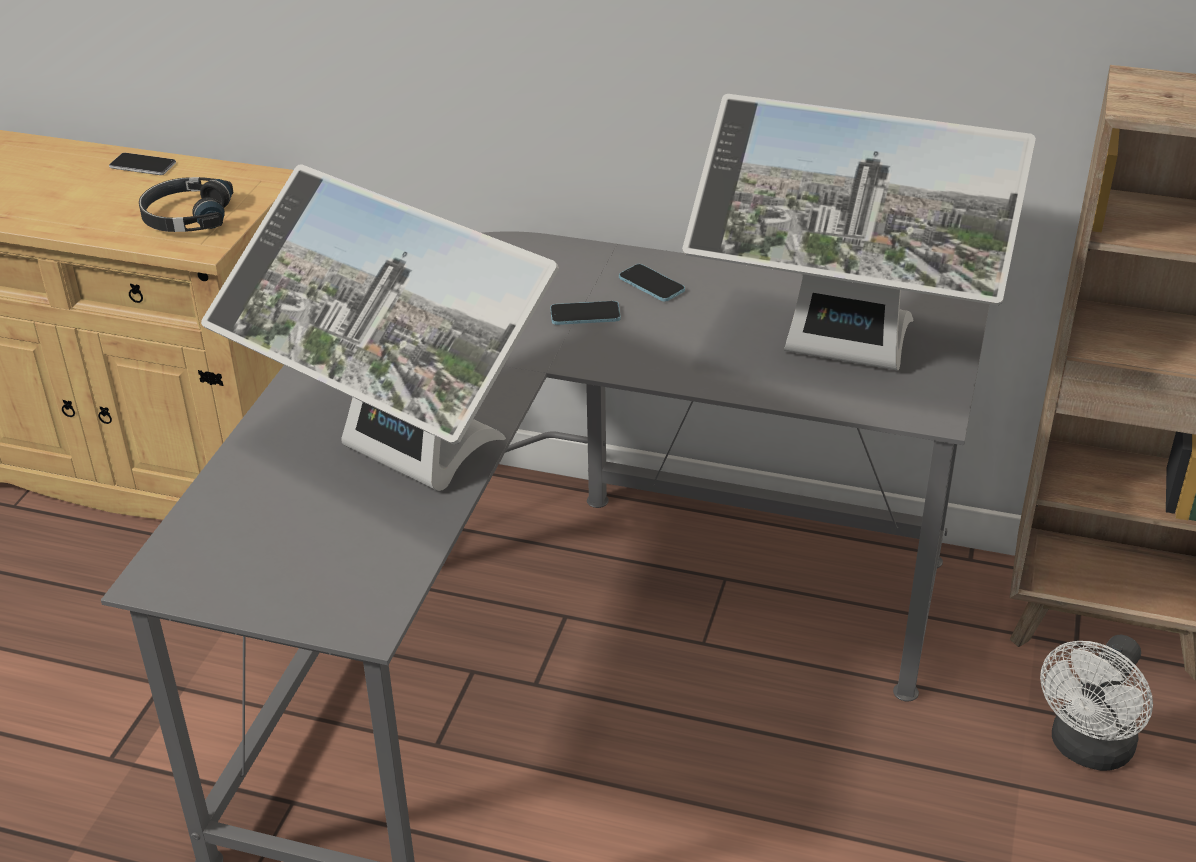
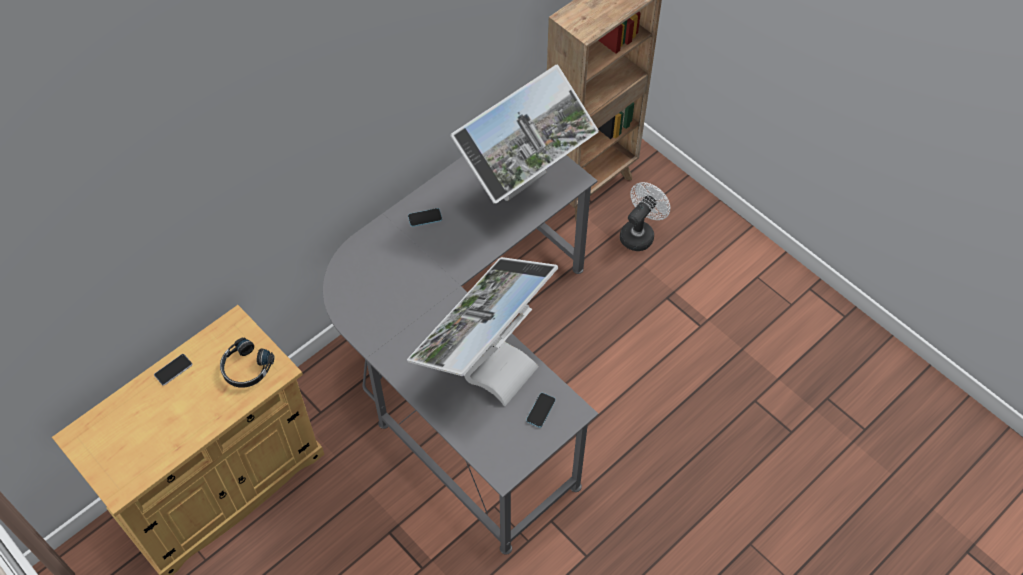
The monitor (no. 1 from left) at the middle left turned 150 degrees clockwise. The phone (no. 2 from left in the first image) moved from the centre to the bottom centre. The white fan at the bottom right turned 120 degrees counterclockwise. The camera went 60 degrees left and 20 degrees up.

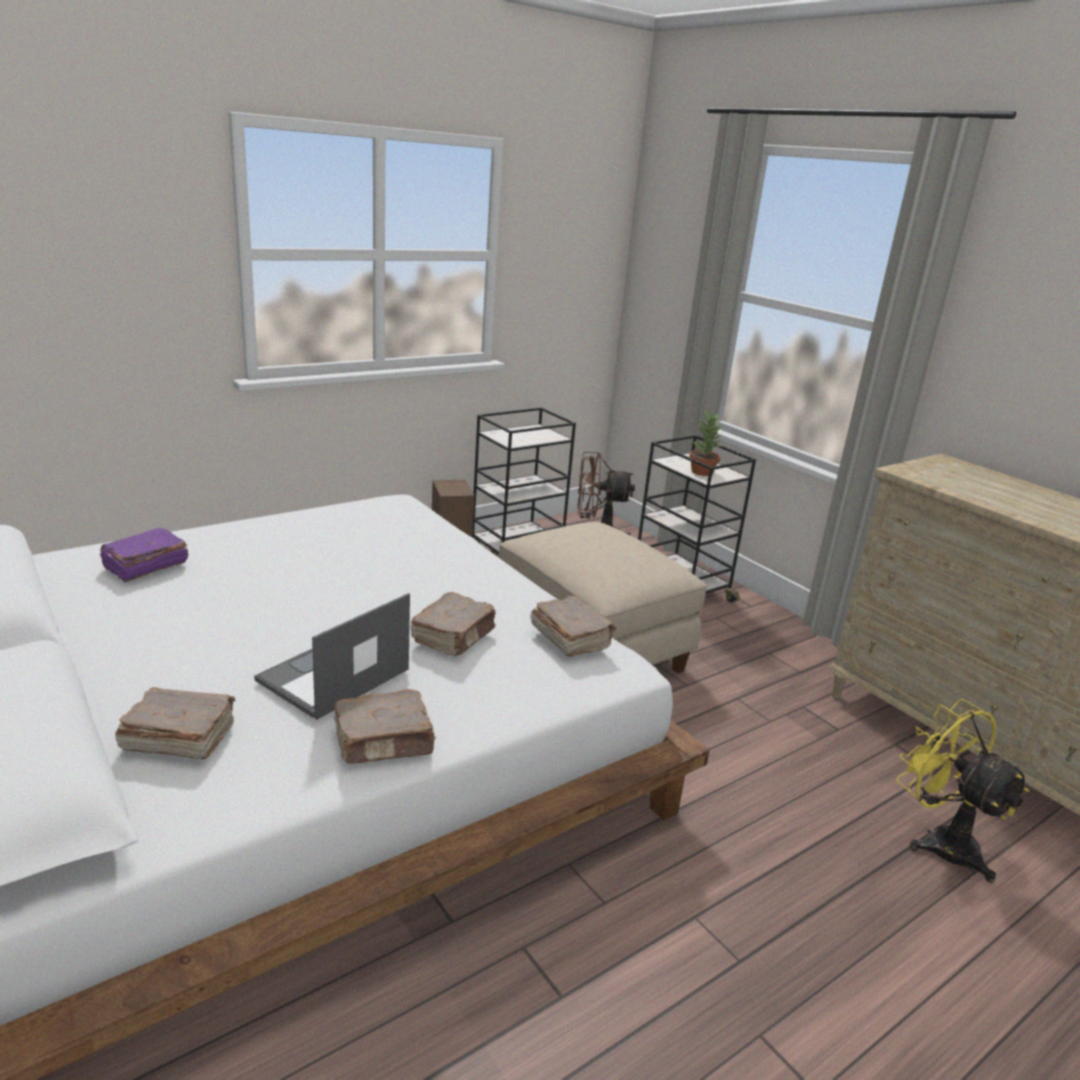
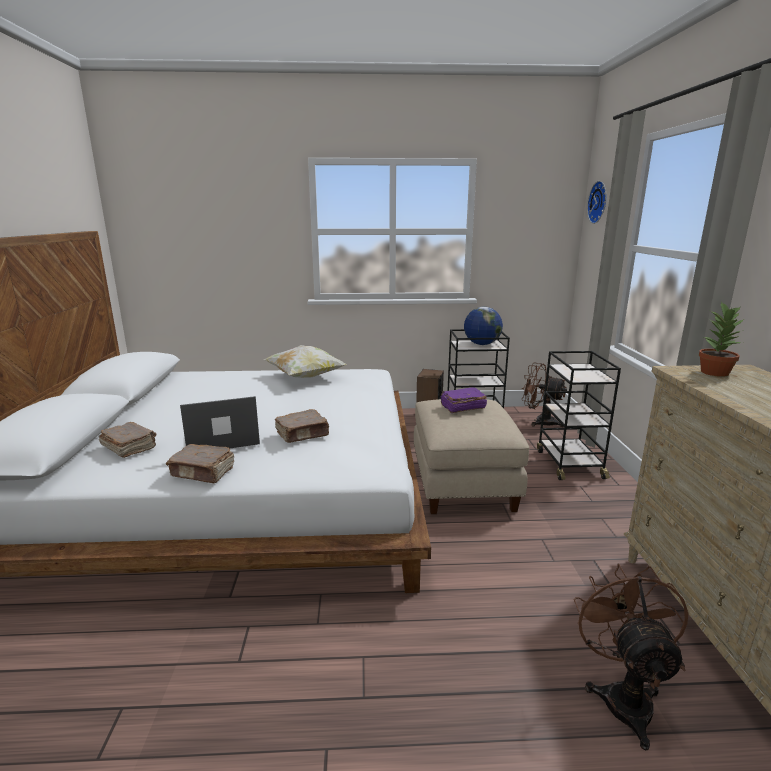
The purple book moved from the middle left to the centre. The brown book (no. 4 from left) at the centre disappeared. The potted plant moved from the centre to the middle right. The yellow fan at the bottom right became the brown fan (no. 2 from left) at the bottom right. The pillow at the centre appeared. The globe at the centre appeared. The wall clock at the top right appeared. The camera went 35 degrees right and 5 degrees down.

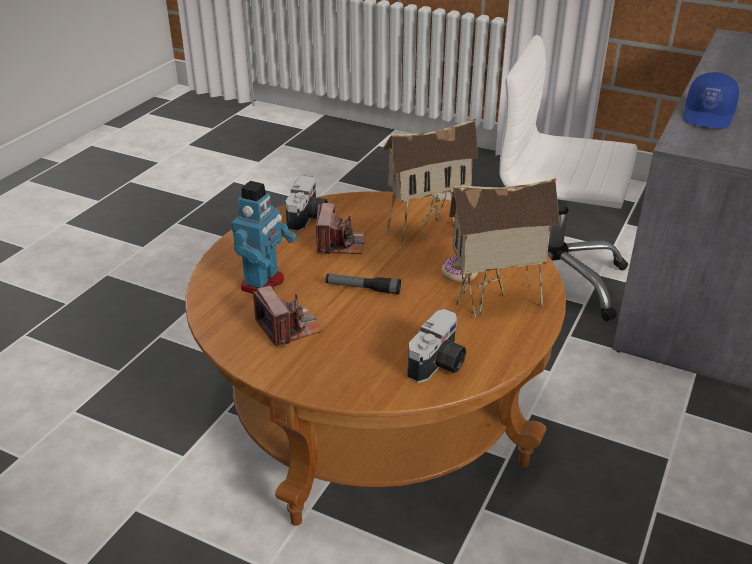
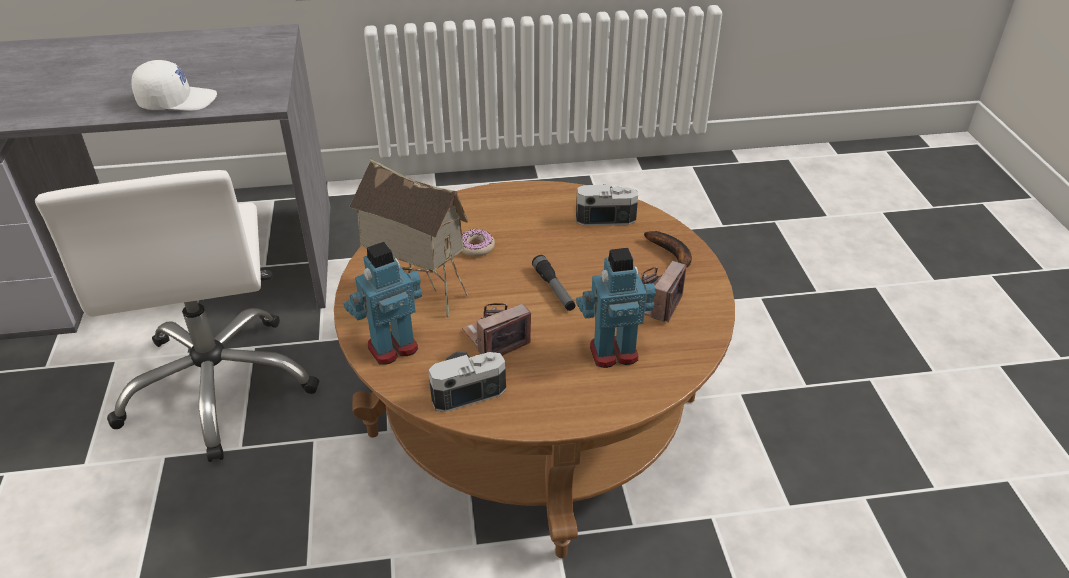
The toy house (no. 2 from left) at the middle right disappeared. The blue cap at the top right became the white cap at the top left. The toy robot (no. 1 from left) at the centre appeared. The banana at the centre appeared. The camera went 125 degrees left and 5 degrees up.

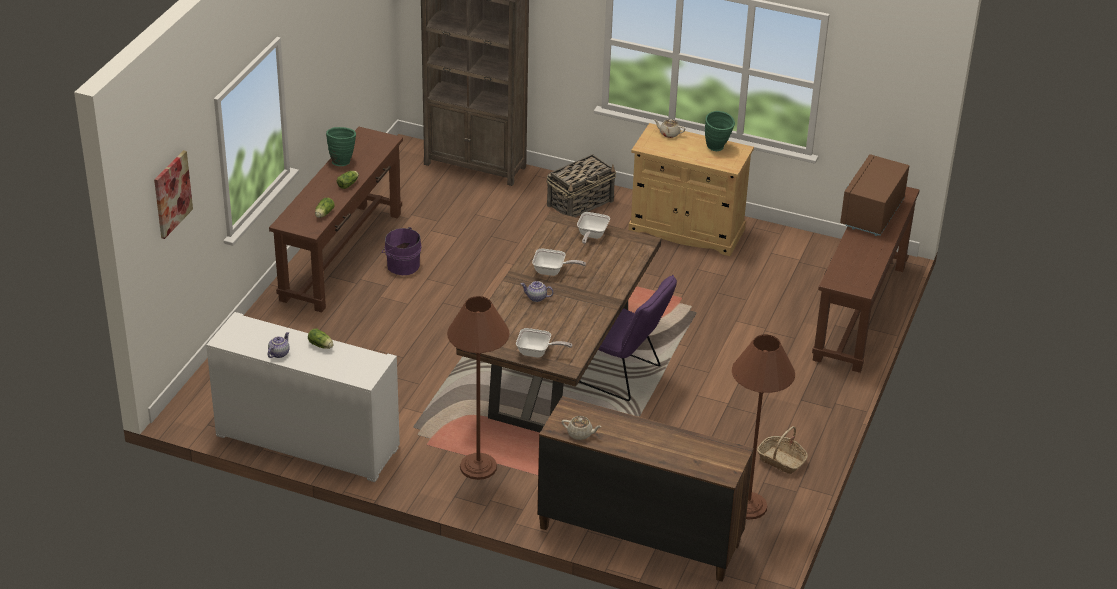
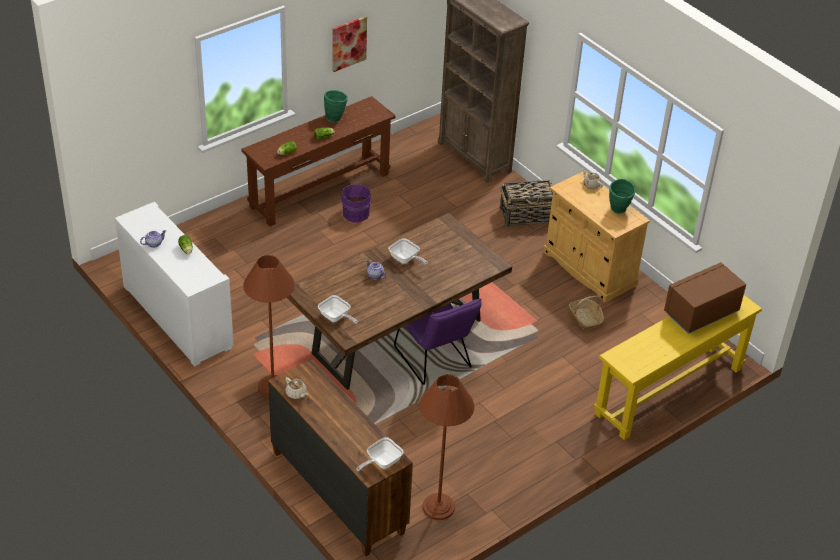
The picture moved from the top left to the top centre. The frying pan (no. 3 from left in the first image) moved from the centre to the bottom centre. The basket (no. 2 from left) moved from the bottom right to the middle right. The brown console table (no. 2 from left) at the middle right became the yellow console table at the middle right. The camera went 30 degrees right and 5 degrees up.

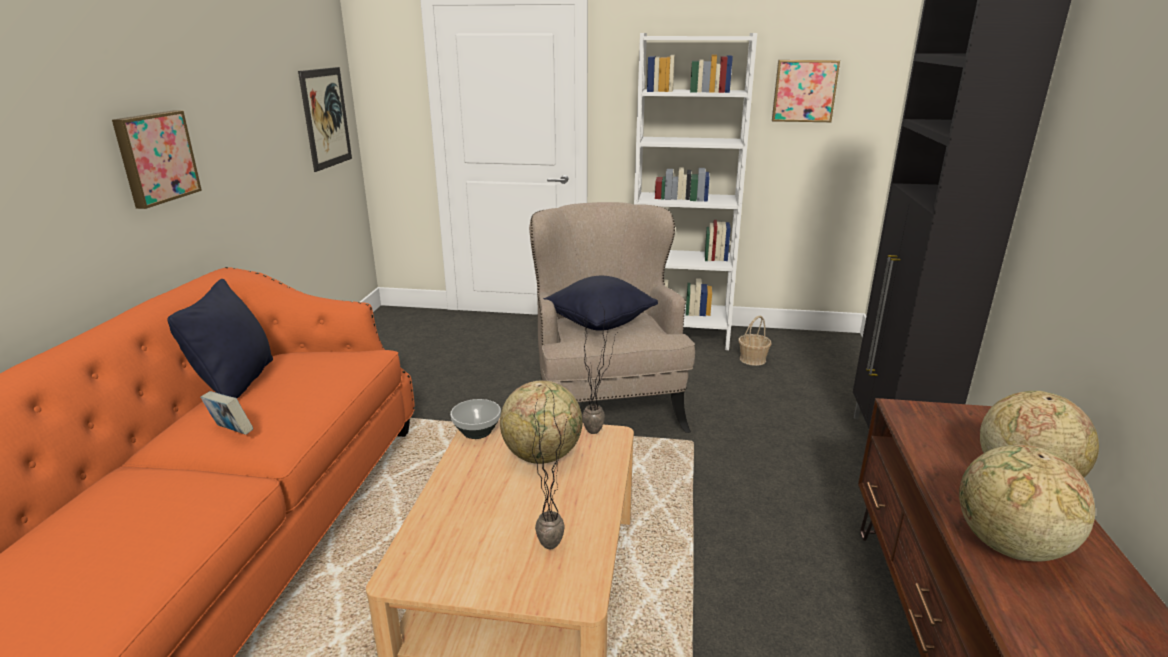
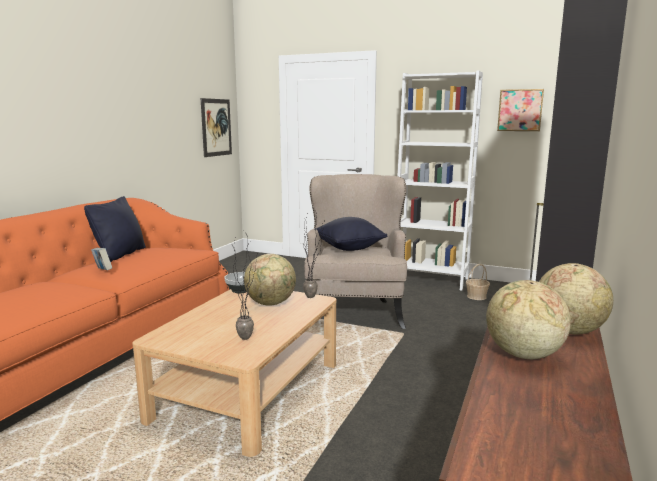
The picture (no. 1 from left) at the top left disappeared. The camera went 15 degrees right and 10 degrees down.

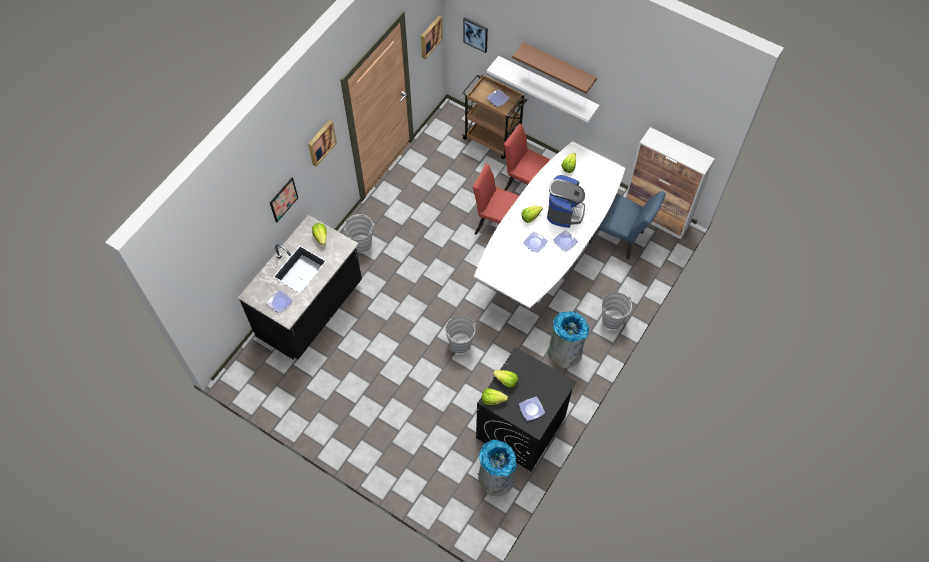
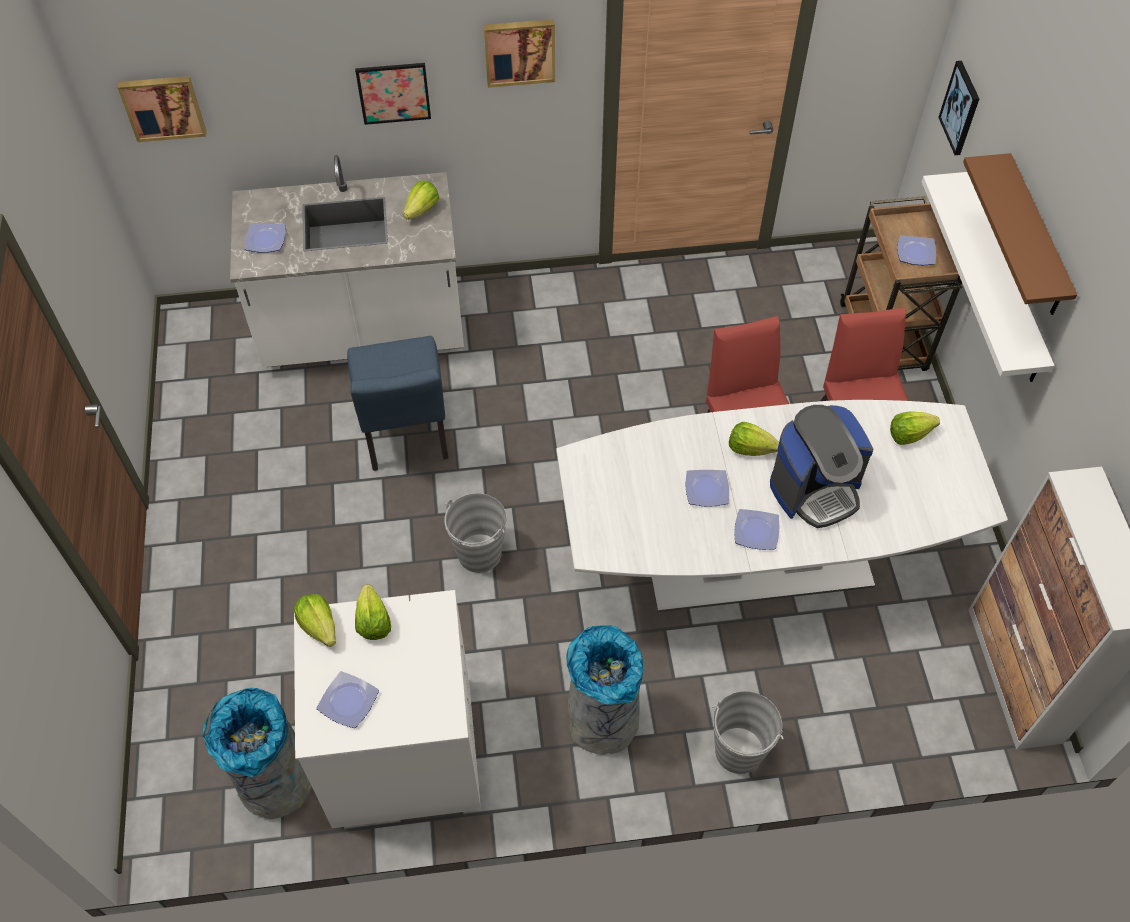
The black counter at the middle left became the white counter at the top left. The grey bucket (no. 1 from left) at the centre disappeared. The picture (no. 3 from left in the first image) moved from the top centre to the top left. The black washing machine at the bottom centre became the white washing machine at the bottom centre. The blue chair moved from the middle right to the centre. The camera went 50 degrees right and 5 degrees down.

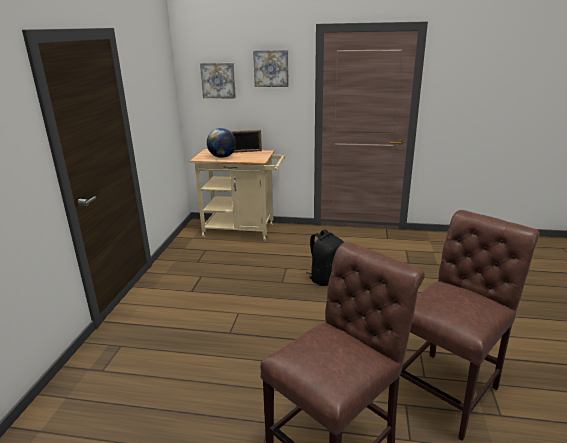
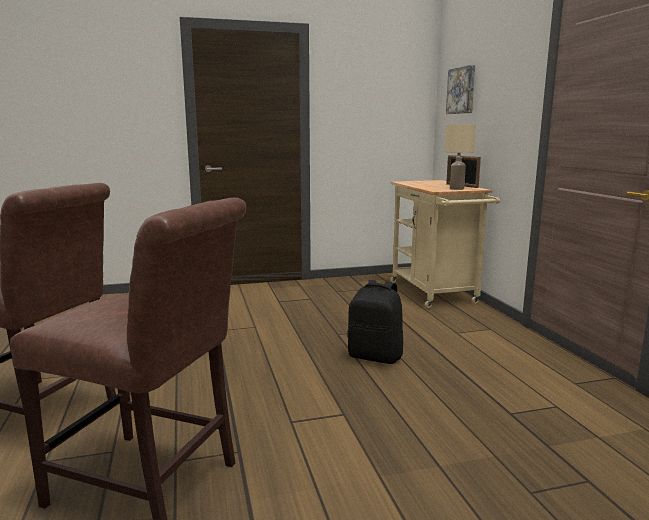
The globe at the top centre disappeared. The picture (no. 2 from left) at the top centre disappeared. The beige table lamp at the top right appeared. The camera went 65 degrees right and 10 degrees down.

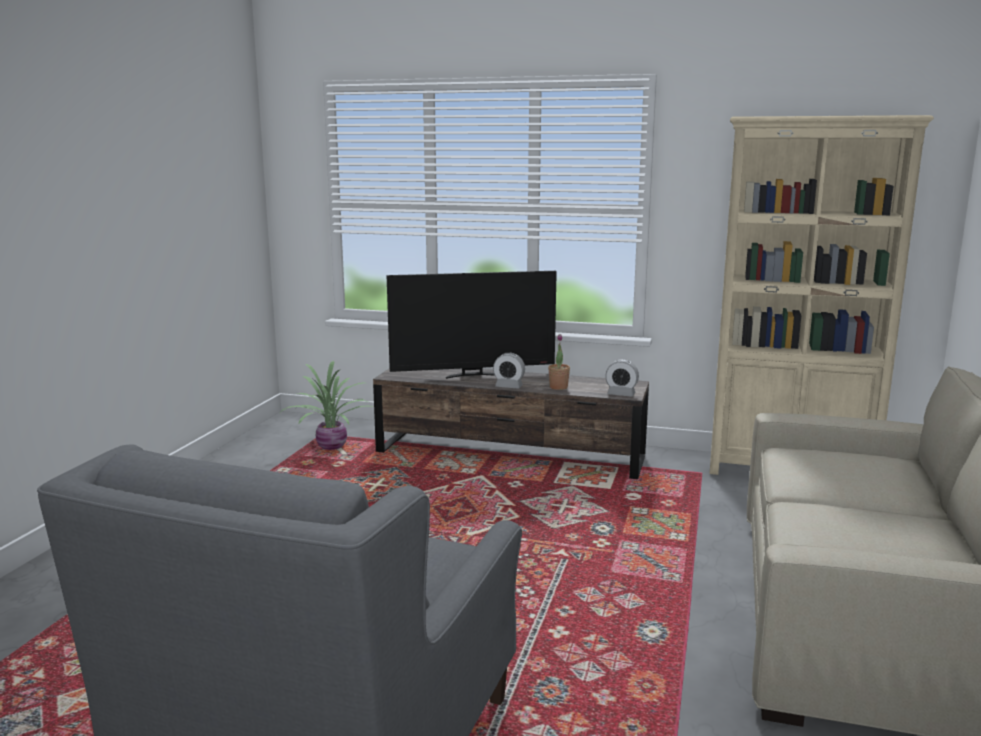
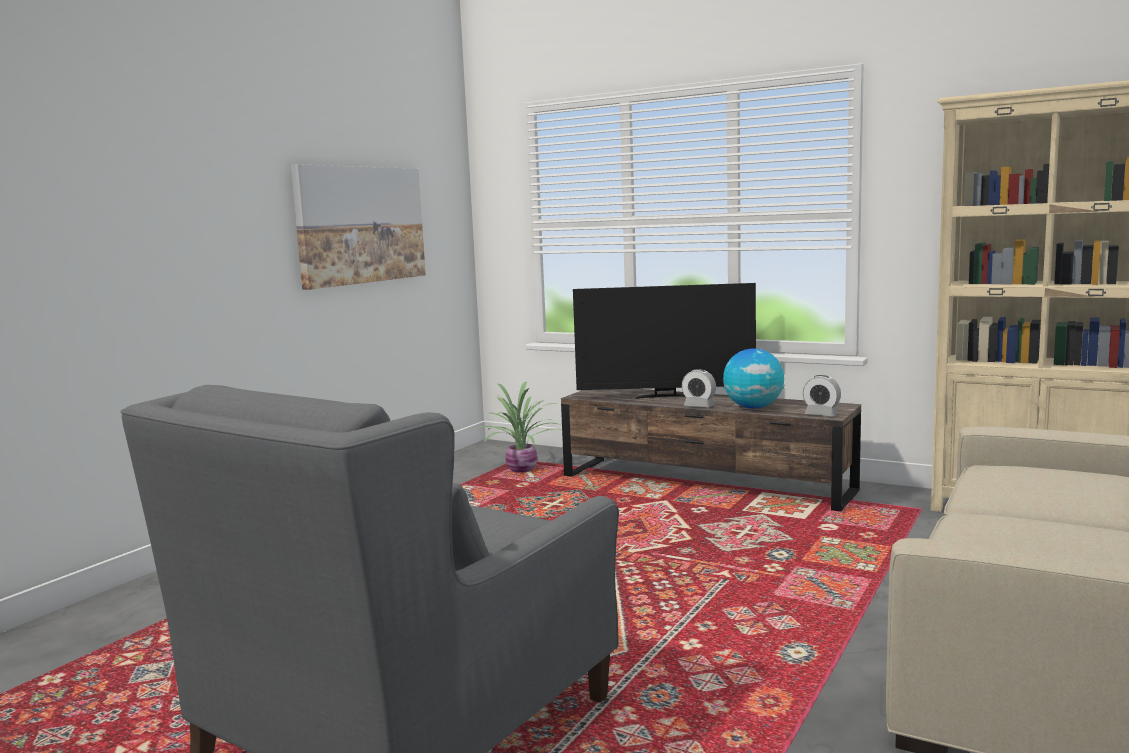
The potted plant (no. 2 from left) at the centre was replaced by the globe at the middle right. The picture at the top left appeared. The camera went 15 degrees right and 5 degrees down.

